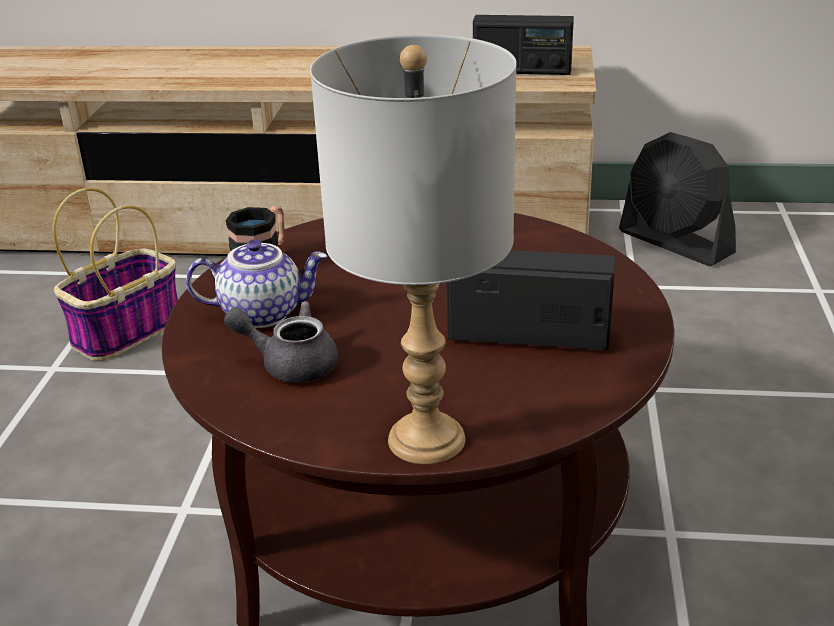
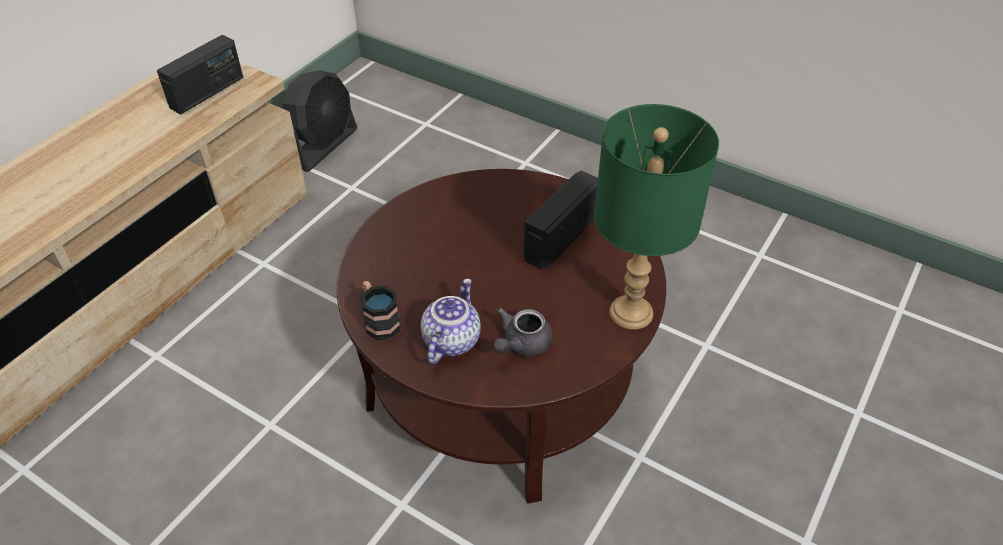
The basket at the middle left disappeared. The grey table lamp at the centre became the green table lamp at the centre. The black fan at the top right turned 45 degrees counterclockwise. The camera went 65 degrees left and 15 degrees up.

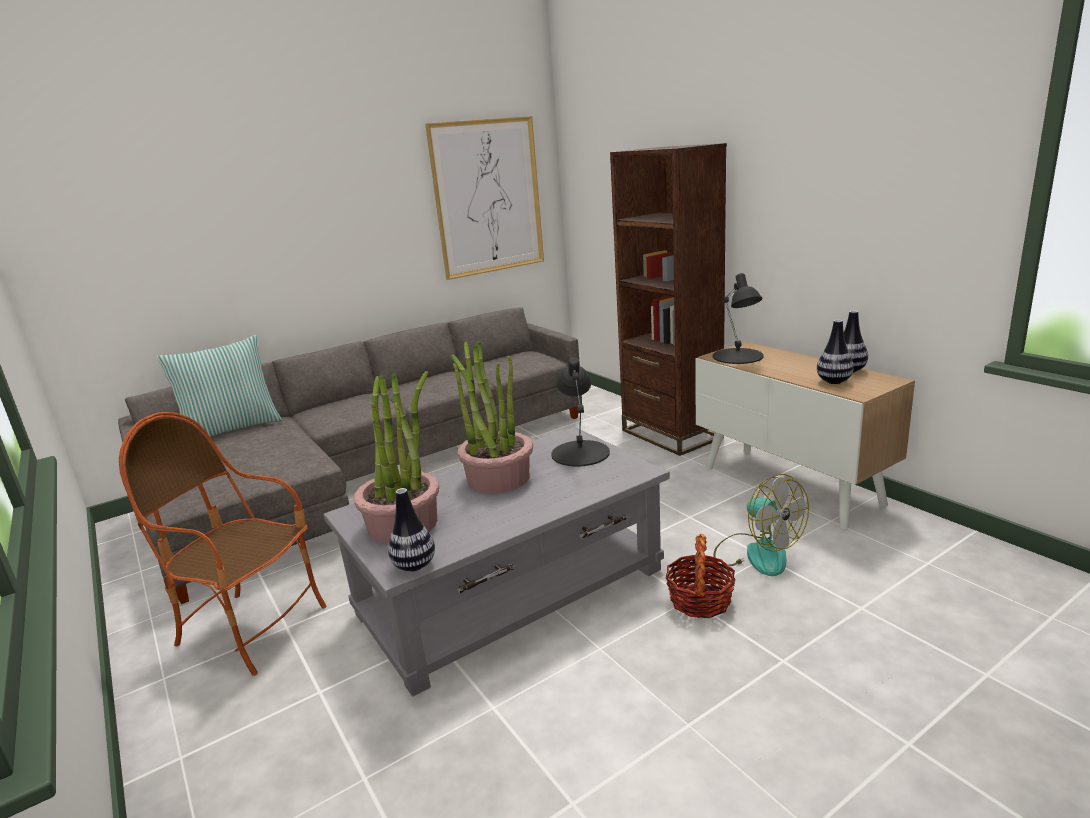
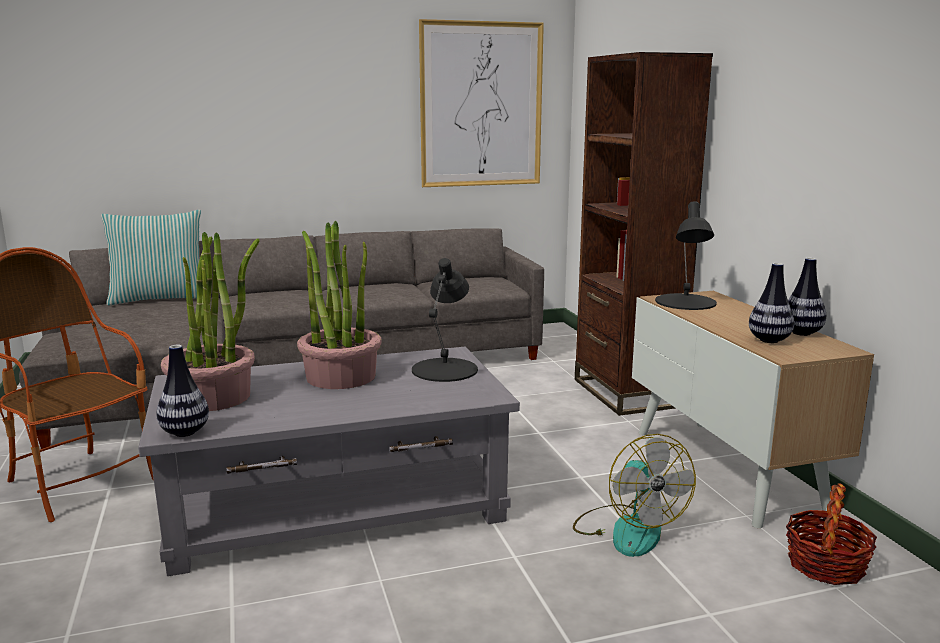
The basket moved from the bottom centre to the bottom right. The camera went 15 degrees right and 5 degrees down.

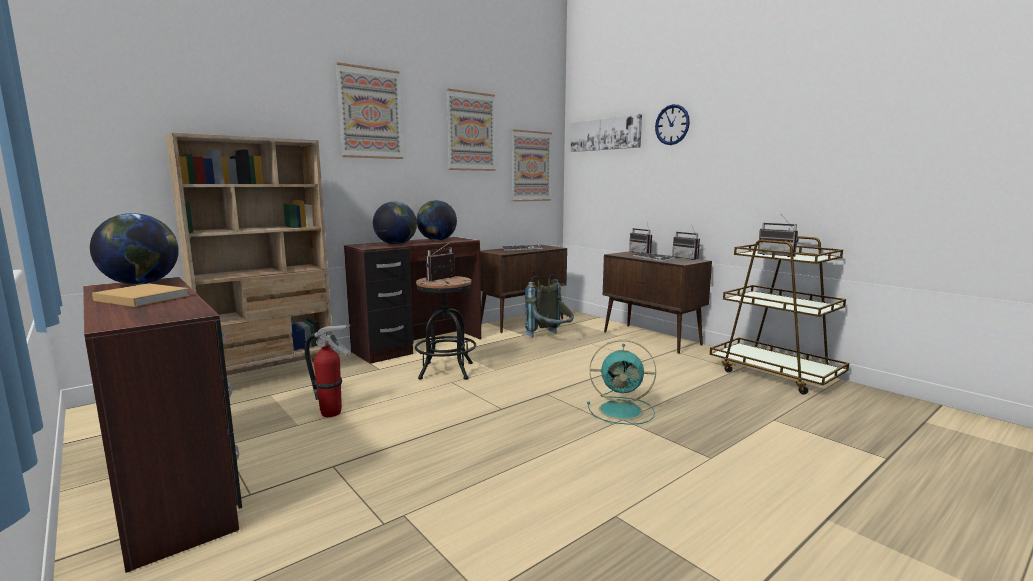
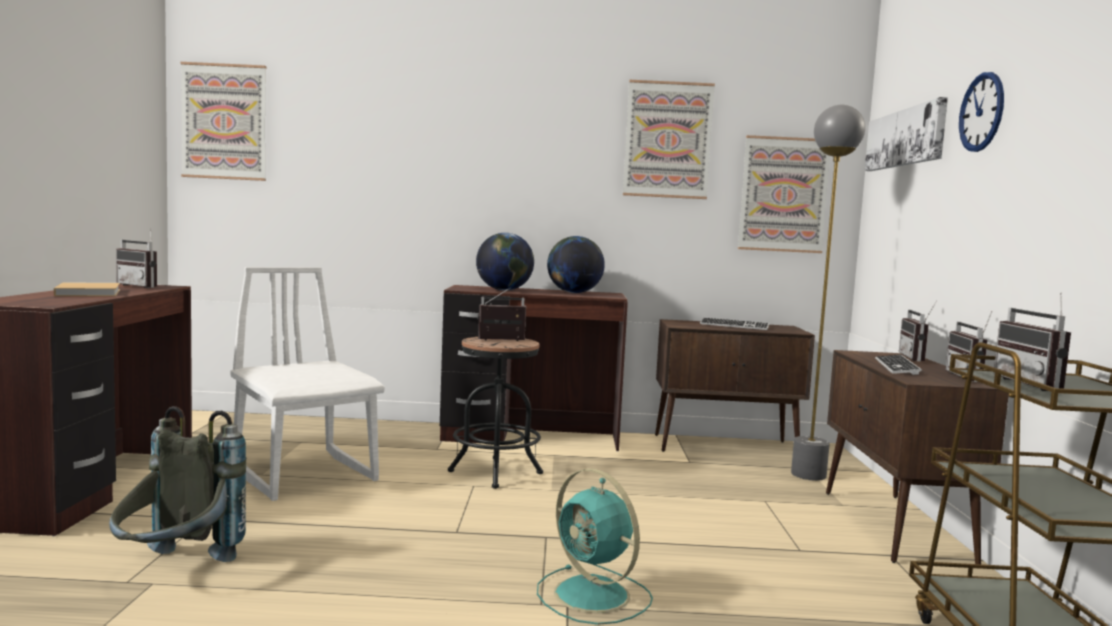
The globe (no. 1 from left) at the middle left was replaced by the radio (no. 1 from left) at the middle left. The beige bookcase at the middle left disappeared. The fire extinguisher at the middle left was replaced by the white chair at the middle left. The picture (no. 1 from left) moved from the top centre to the top left. The grey backpack moved from the centre to the bottom left. The grey floor lamp at the middle right appeared. The camera went 40 degrees right and 5 degrees down.

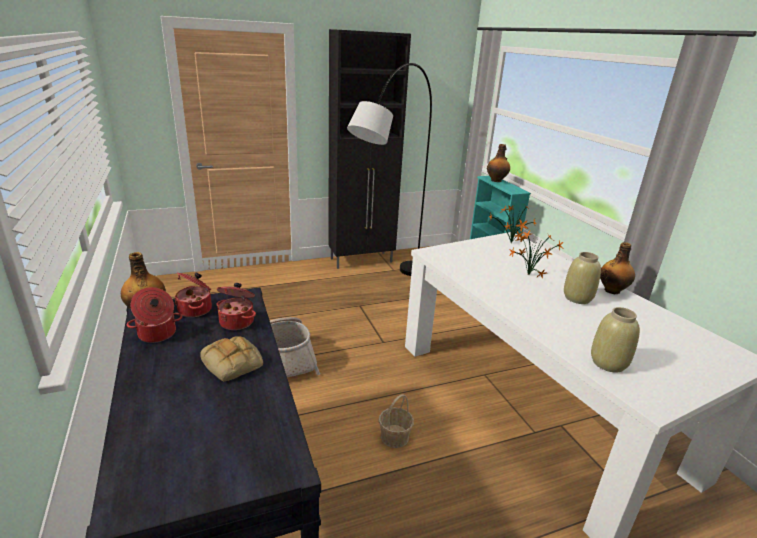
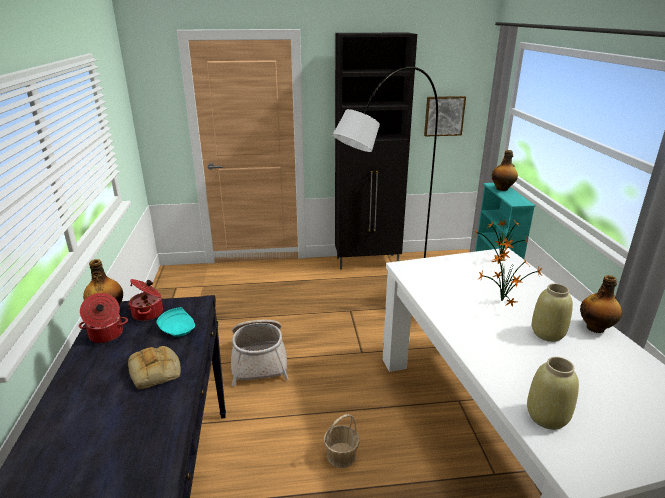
The cooking pot (no. 3 from left) at the middle left was replaced by the turquoise plate at the middle left. The picture at the top right appeared. The camera went 15 degrees right and 0 degrees up.

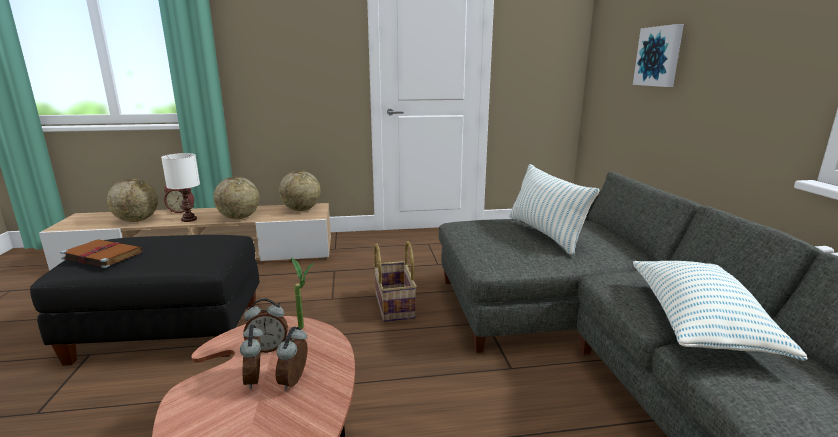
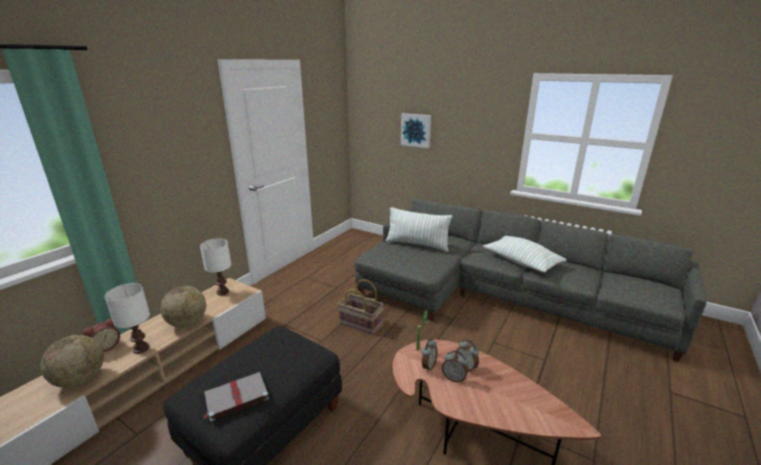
The brown book at the middle left became the grey book at the bottom left. The globe (no. 3 from left) at the centre was replaced by the white table lamp (no. 2 from left) at the middle left. The camera went 50 degrees left and 5 degrees up.

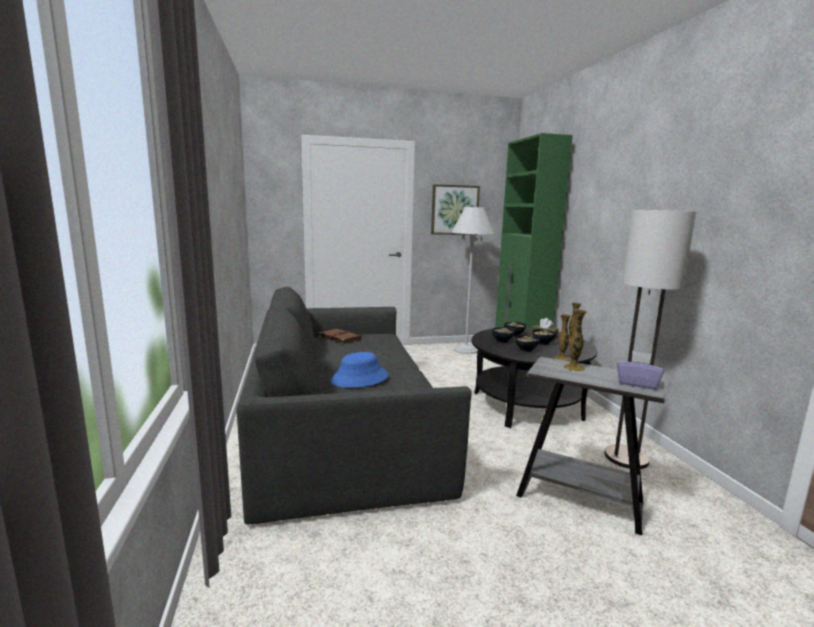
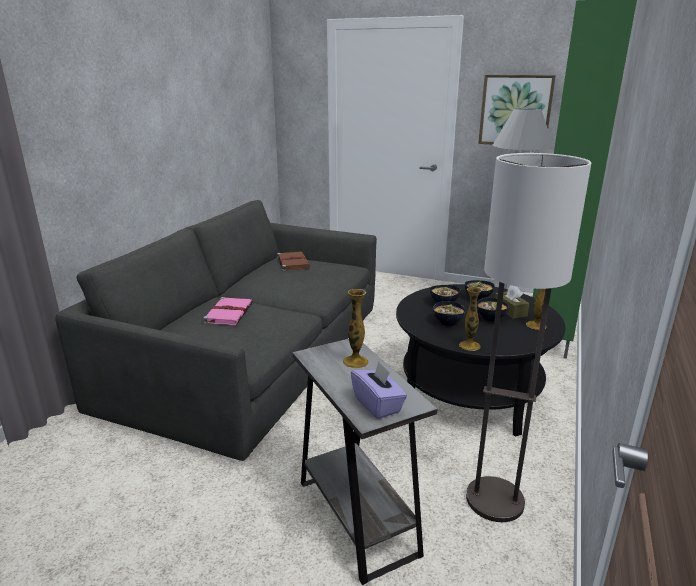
The blue hat at the centre was replaced by the pink book at the middle left. The camera went 35 degrees right and 10 degrees up.

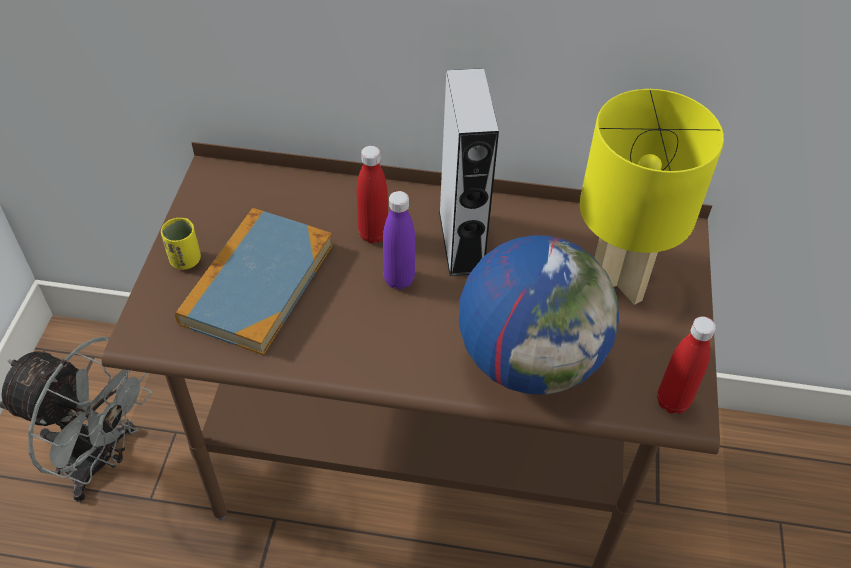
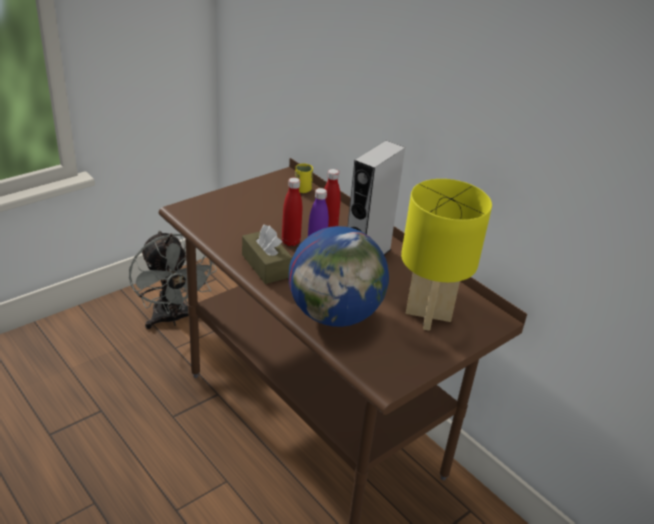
The yellow cup moved from the middle left to the centre. The book at the middle left disappeared. The red bottle (no. 2 from left in the first image) moved from the middle right to the centre. The brown tissue box at the centre appeared. The camera went 40 degrees right and 15 degrees down.

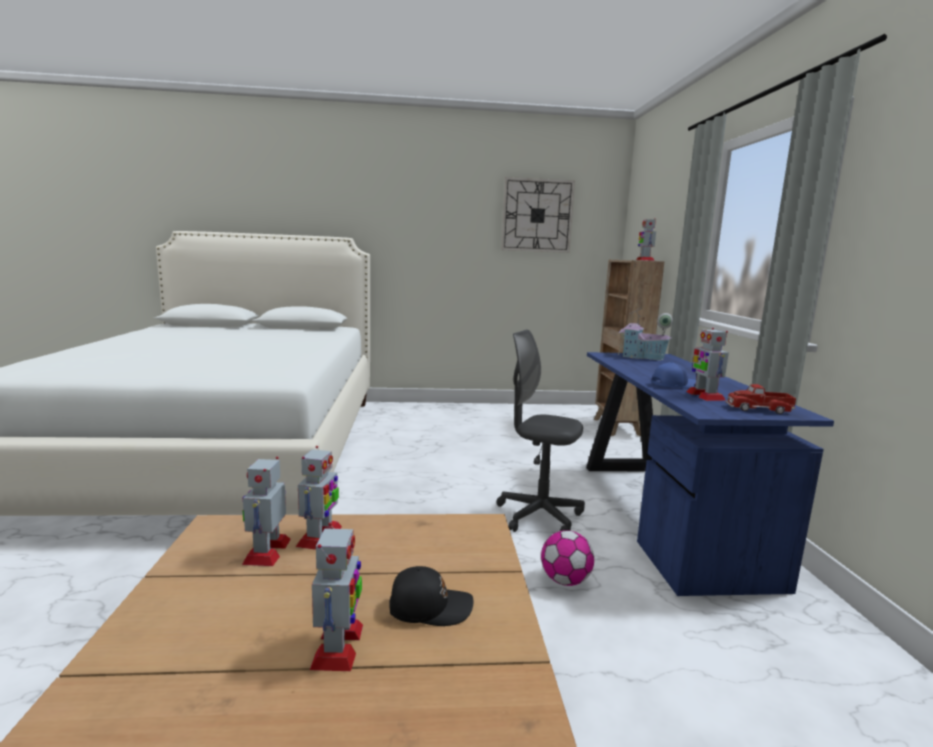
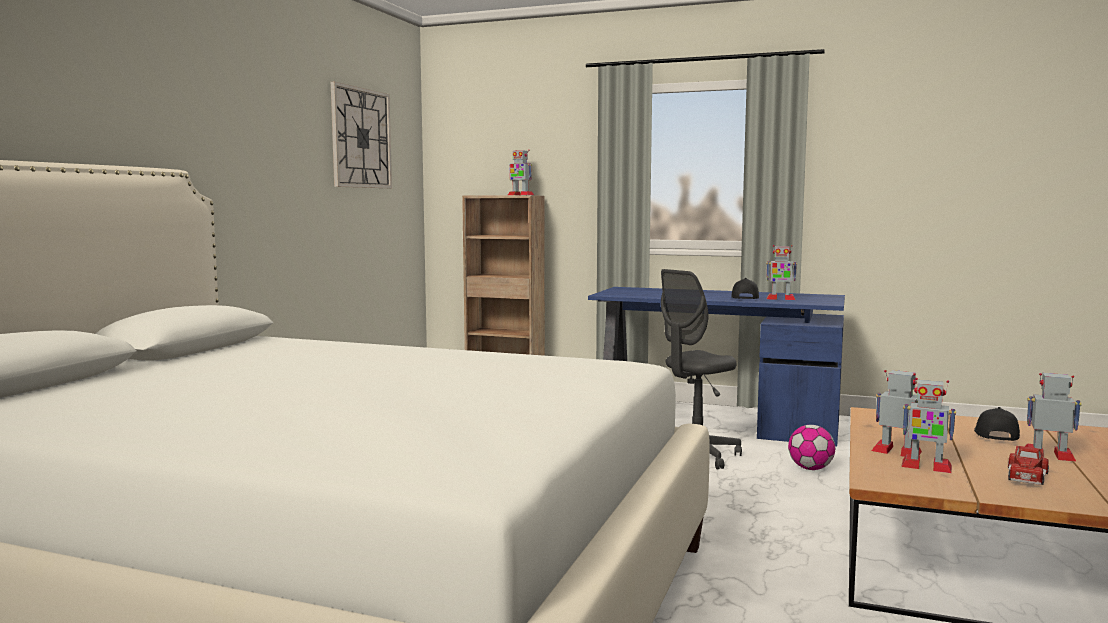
The toy house at the middle right disappeared. The blue cap at the middle right became the black cap (no. 1 from left) at the middle right. The toy truck moved from the middle right to the bottom right. The camera went 65 degrees left and 5 degrees down.

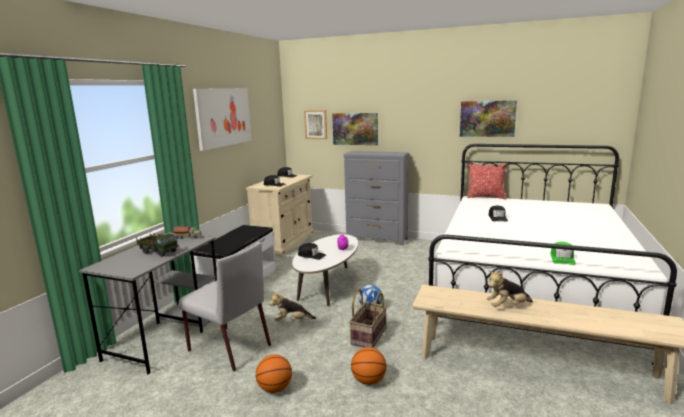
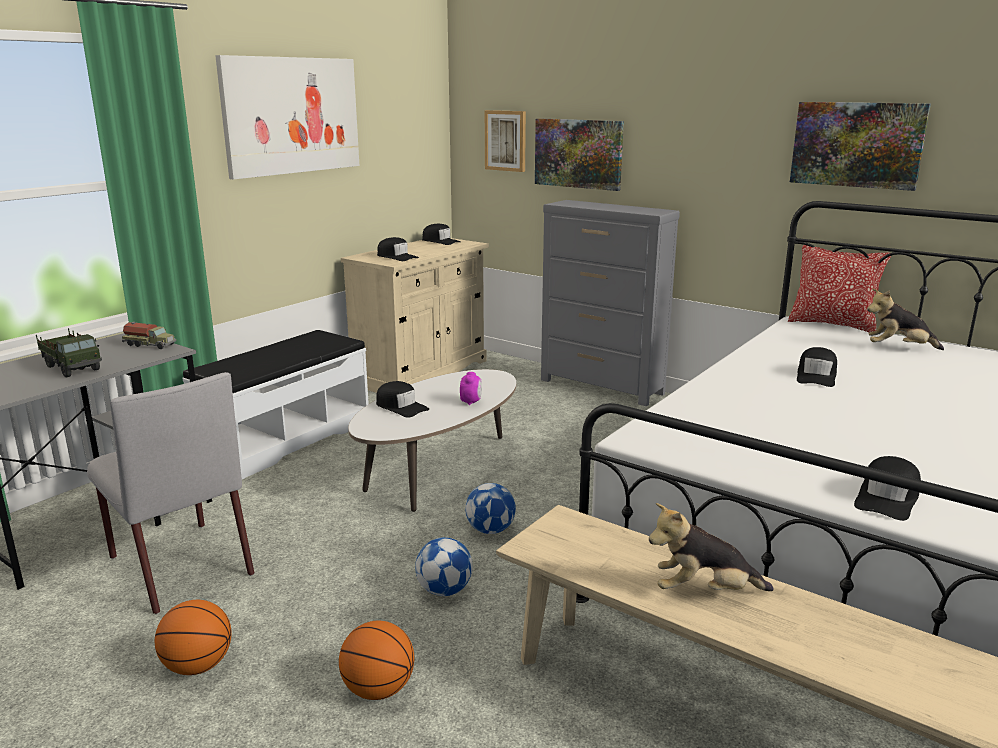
The plush toy (no. 1 from left in the first image) moved from the bottom centre to the middle right. The basket at the bottom centre was replaced by the football (no. 1 from left) at the bottom centre. The green cap at the middle right became the black cap (no. 5 from left) at the middle right. The camera went 15 degrees right and 5 degrees up.

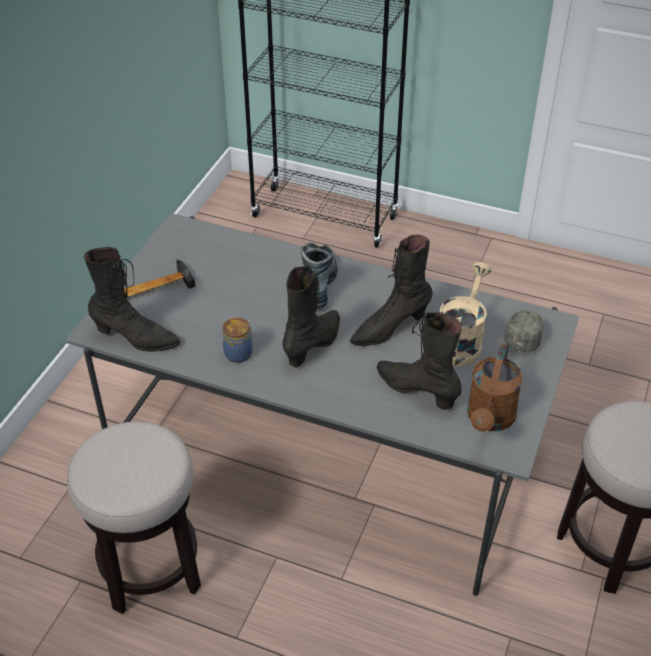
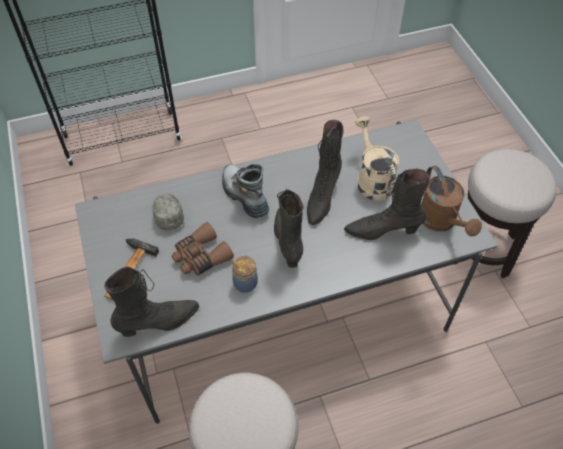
The grey cap moved from the middle right to the middle left. The brown binoculars at the centre appeared. The camera went 40 degrees left and 10 degrees up.

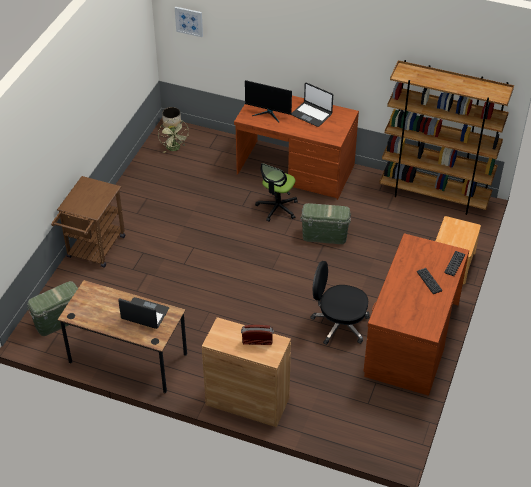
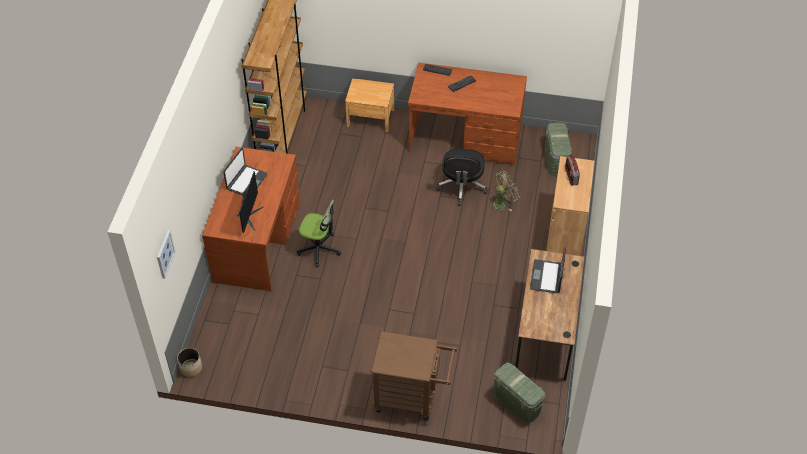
The green fan moved from the top left to the centre. The green storage box (no. 2 from left) moved from the centre to the top right. The camera went 100 degrees left and 5 degrees up.

